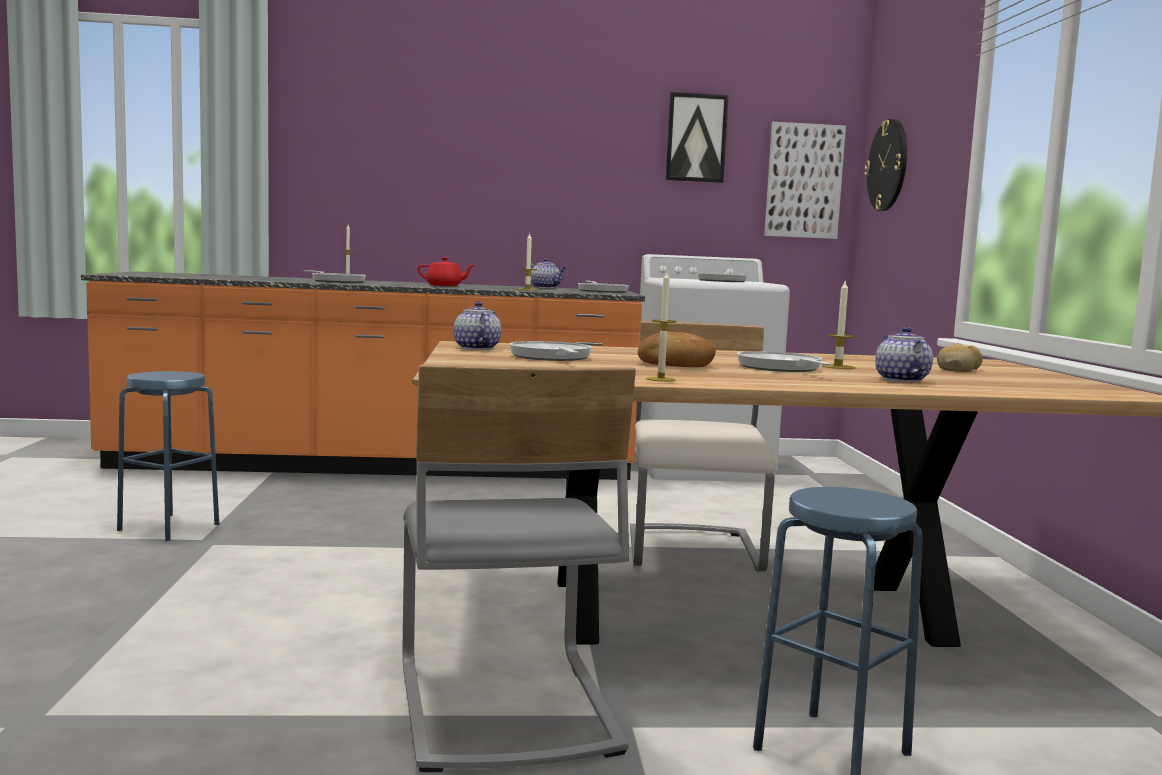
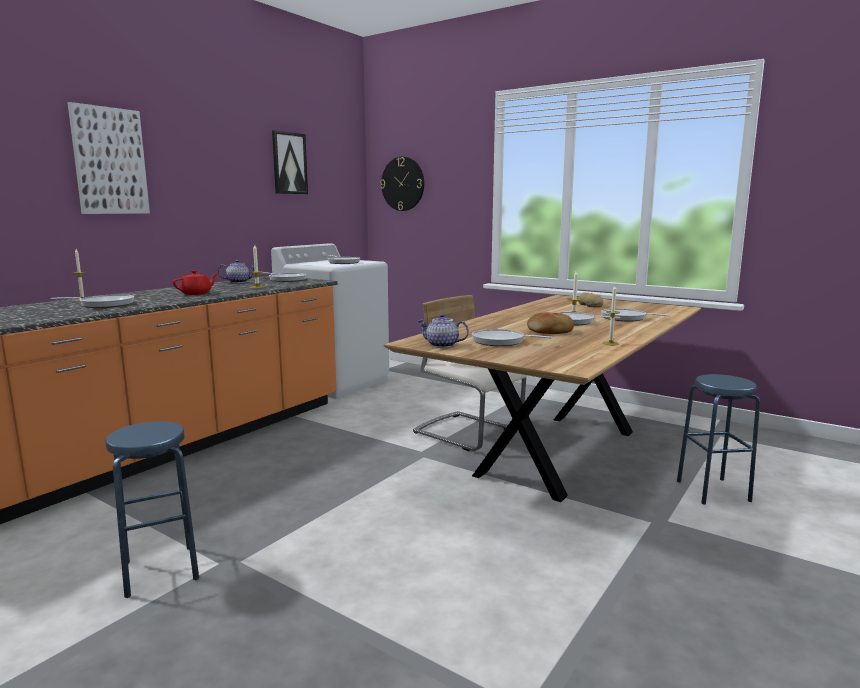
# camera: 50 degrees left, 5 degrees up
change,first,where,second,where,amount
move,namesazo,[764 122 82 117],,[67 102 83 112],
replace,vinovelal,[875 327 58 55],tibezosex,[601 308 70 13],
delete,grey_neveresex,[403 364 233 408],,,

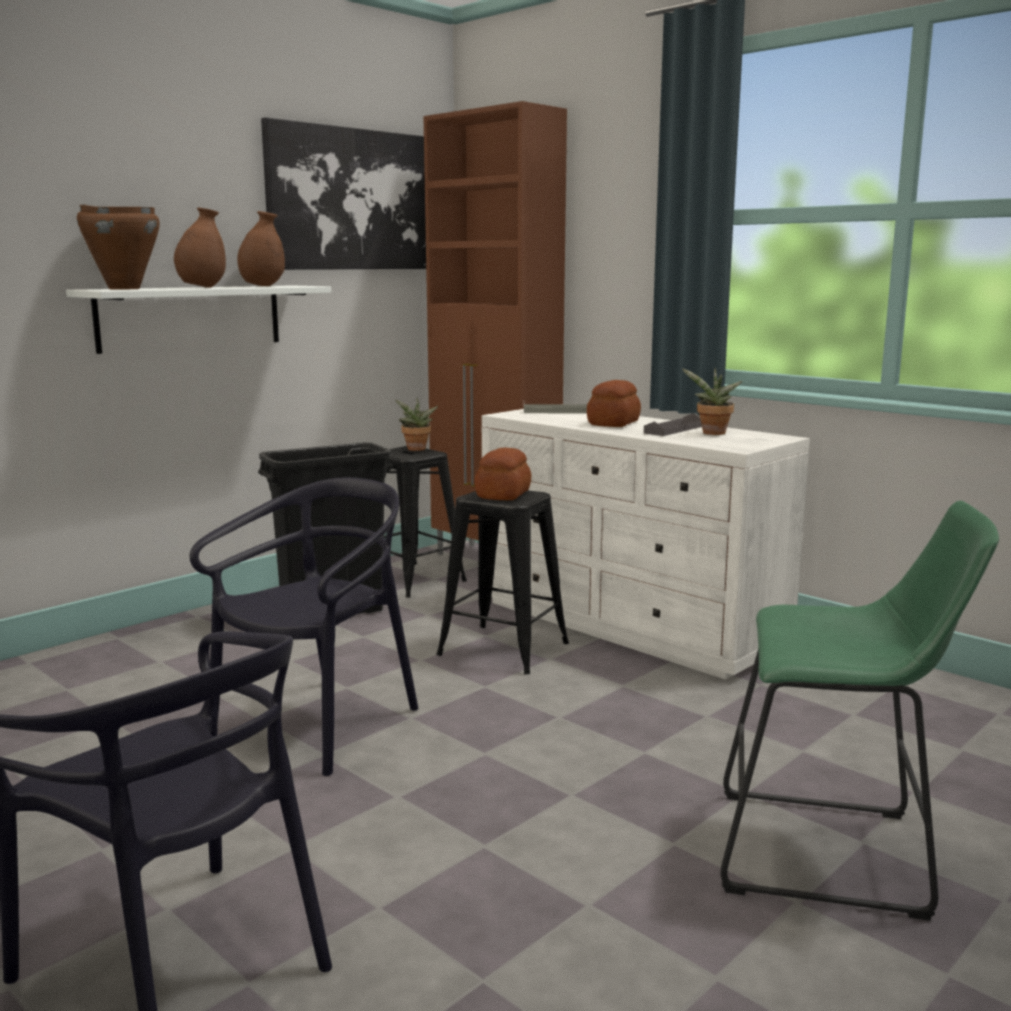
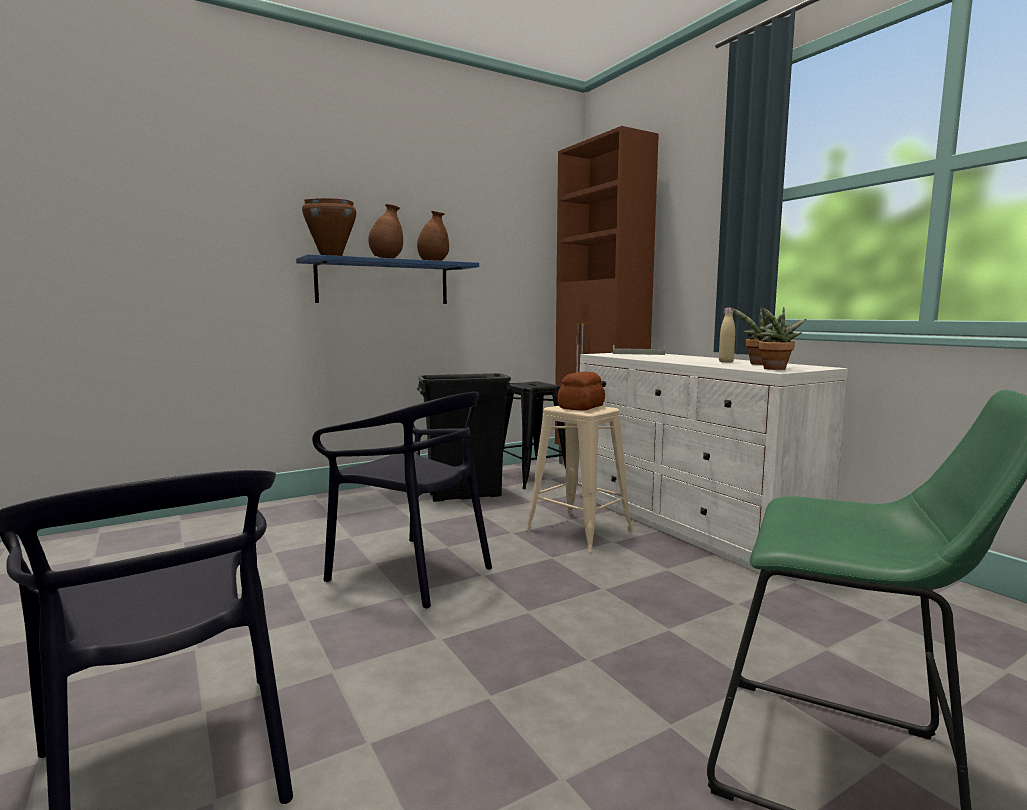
# camera: 15 degrees right, 5 degrees down
change,first,where,second,where,amount
recolor,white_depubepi,[66 285 265 69],blue_depubepi,[296 254 183 50],
rotate,black_neveresex,[190 477 228 299],,[312 392 180 217],75 degrees clockwise
recolor,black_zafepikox,[436 490 133 184],beige_zafepikox,[526 406 107 146],
replace,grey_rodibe,[644 413 58 23],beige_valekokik,[719 308 16 55],
move,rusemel,[395 398 43 53],,[755 307 51 63],
delete,namesazo,[261 117 165 153],,,
delete,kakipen,[587 380 54 47],,,

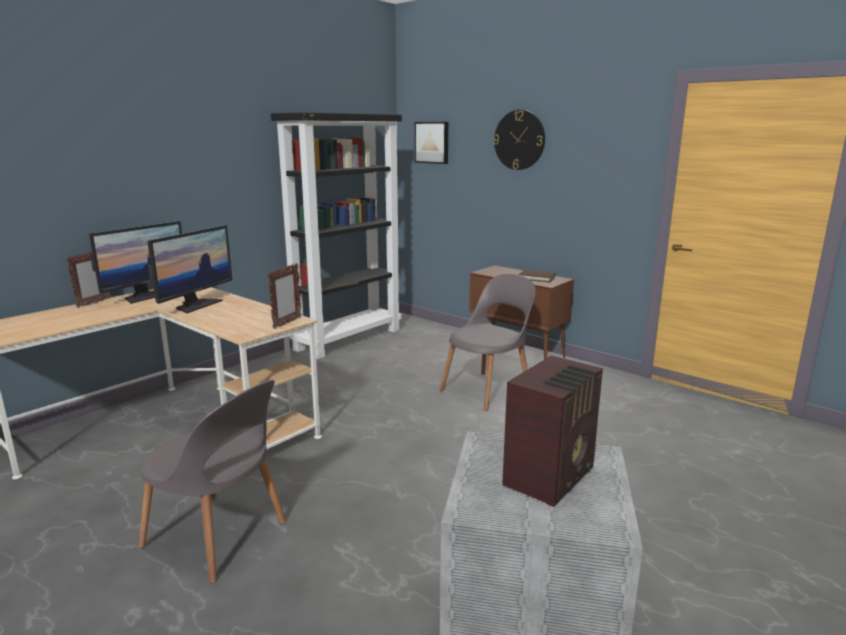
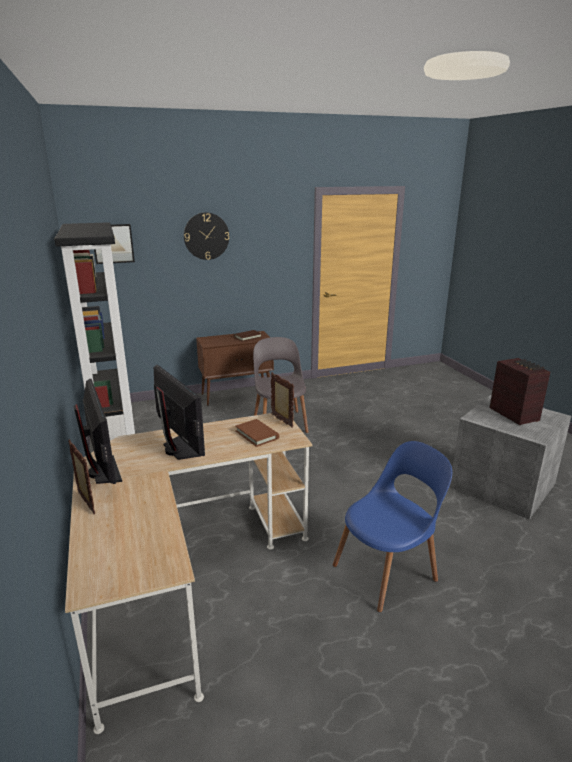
# camera: 60 degrees left, 5 degrees up
change,first,where,second,where,amount
insert,,,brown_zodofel,[235 419 44 28],
recolor,grey_neveresex,[138 380 148 203],blue_neveresex,[332 441 120 171],

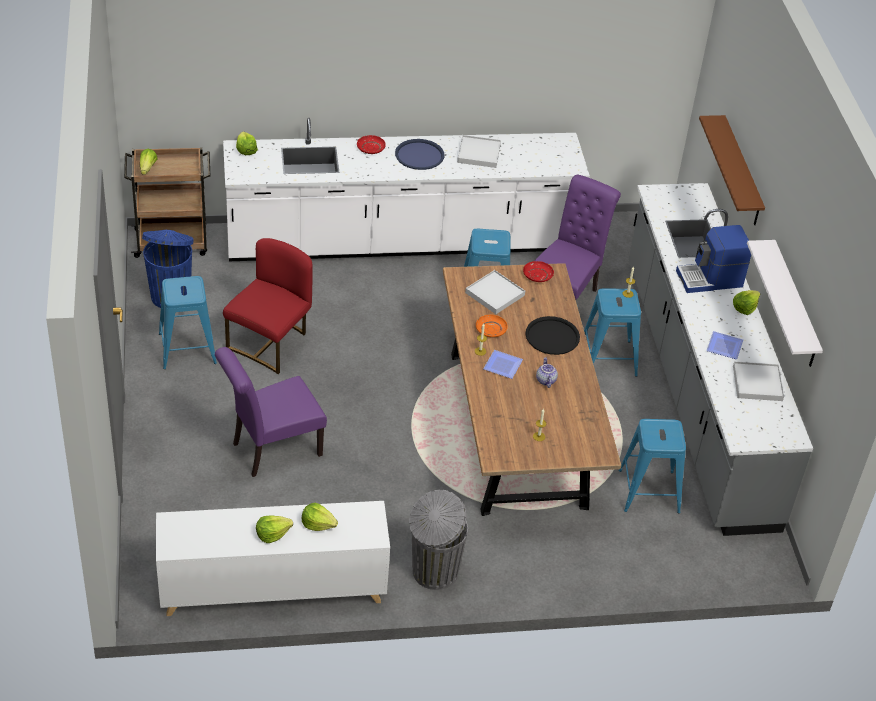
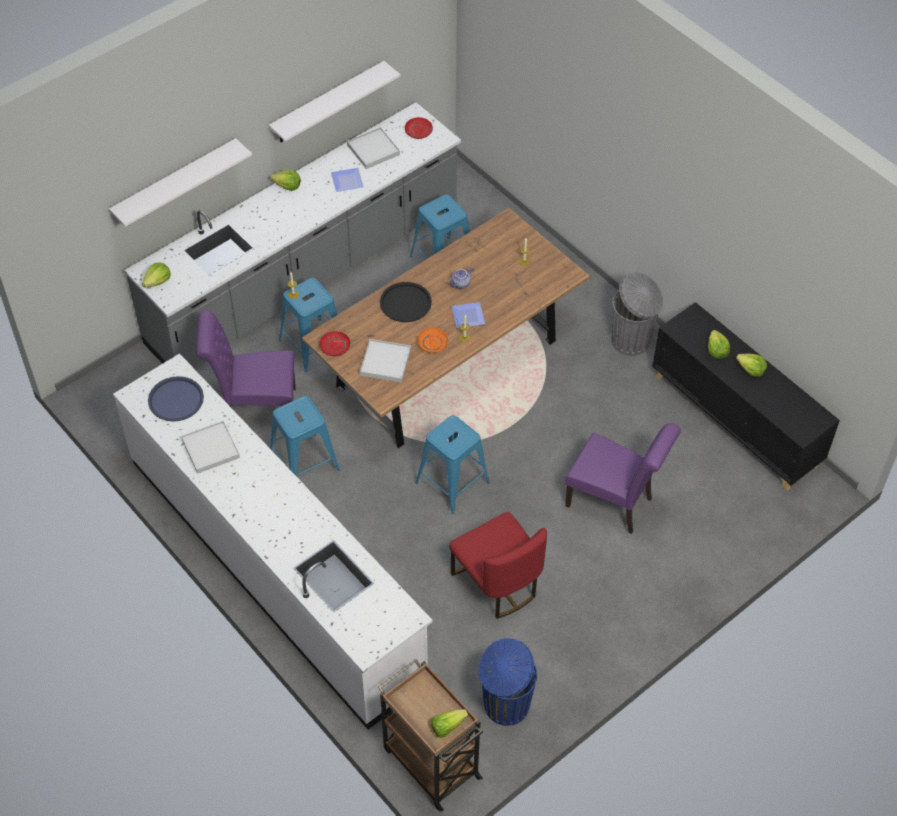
# camera: 120 degrees left, 10 degrees up
change,first,where,second,where,amount
recolor,brown_depubepi,[699 115 66 110],white_depubepi,[109 138 143 89],
move,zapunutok,[236 132 22 23],,[142 263 29 24],
move,blue_rodibe,[395 139 49 31],,[148 376 56 46],
move,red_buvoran,[357 135 29 19],,[405 117 28 22],
move,blue_zafepikox,[159 276 58 93],,[415 415 75 99],
rotate,red_neveresex,[223 238 90 136],,[449 512 98 107],120 degrees counterclockwise
recolor,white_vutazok,[156 501 234 115],black_vutazok,[652 302 188 189],
delete,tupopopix,[676 225 75 68],,,

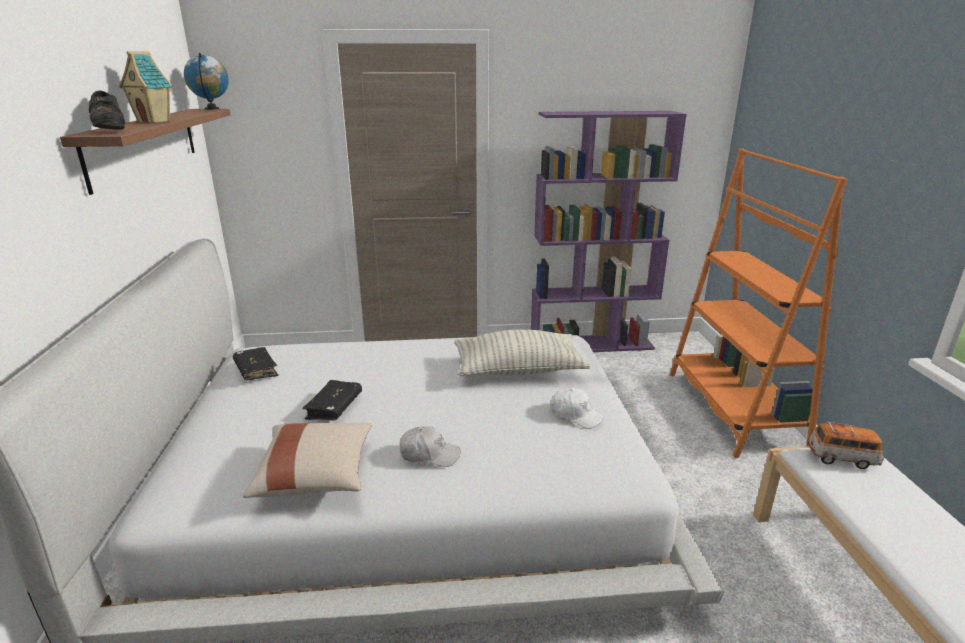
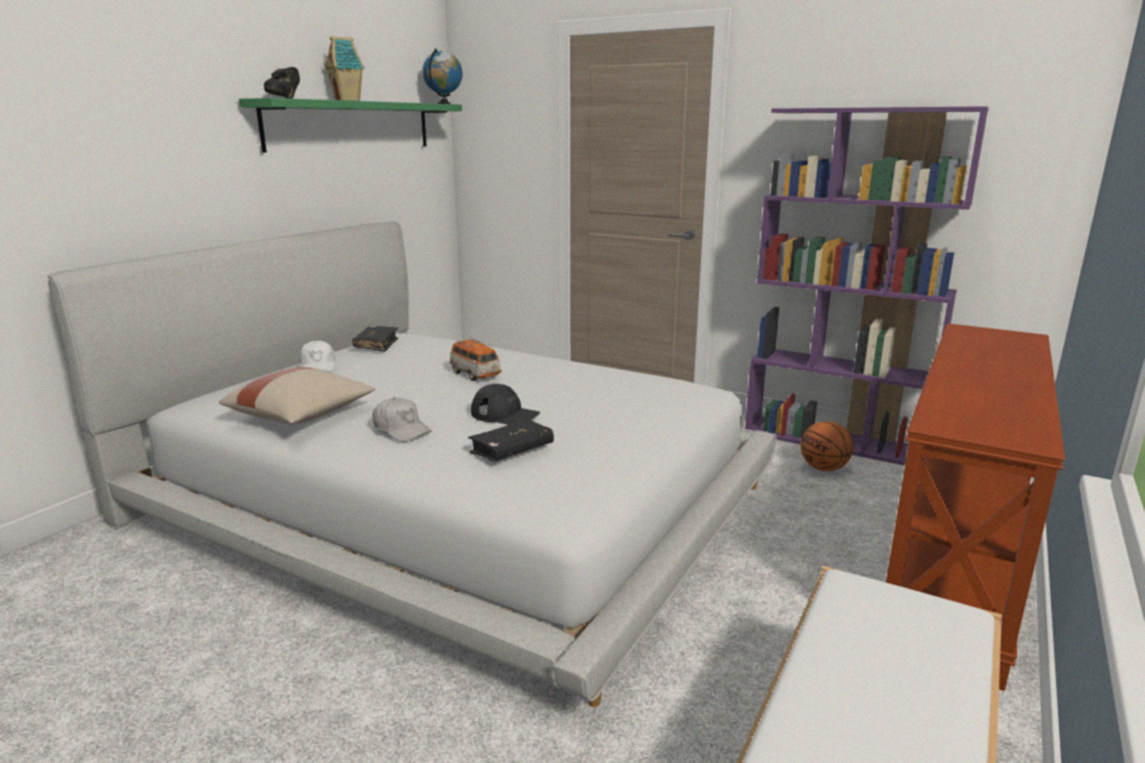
# camera: 35 degrees right, 5 degrees down
change,first,where,second,where,amount
recolor,brown_depubepi,[60 109 170 86],green_depubepi,[239 98 223 55],
move,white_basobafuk,[551 388 53 41],,[299 340 37 31],
move,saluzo,[807 422 77 47],,[450 338 52 43],
move,black_zodofel,[302 380 60 40],,[468 418 86 43],
insert,,,black_basobafuk,[471 384 69 41],
insert,,,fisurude,[801 421 52 50],
replace,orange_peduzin,[670 148 178 310],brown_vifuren,[886 323 179 368],
delete,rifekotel,[455 330 135 46],,,

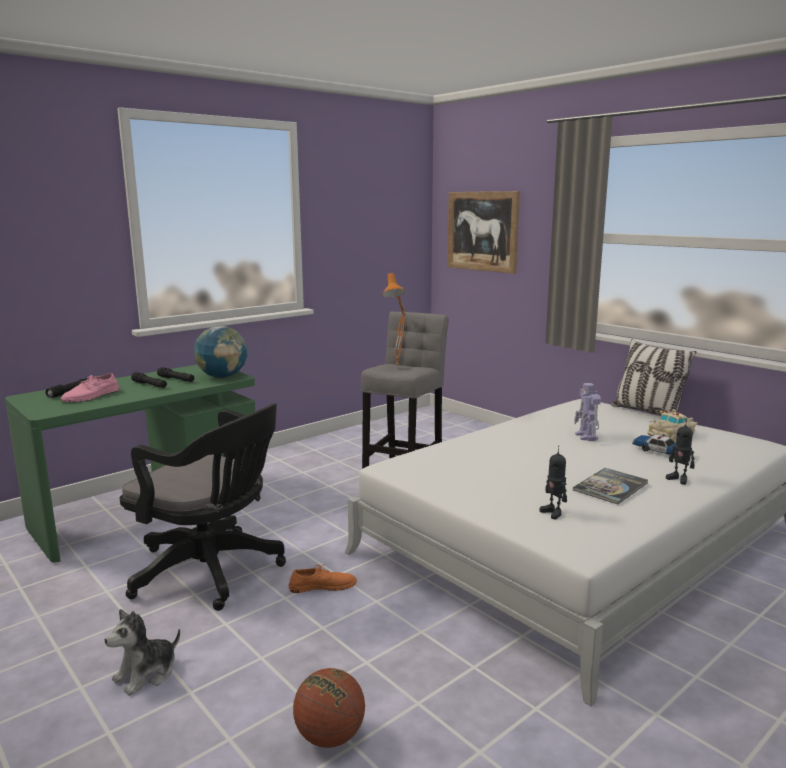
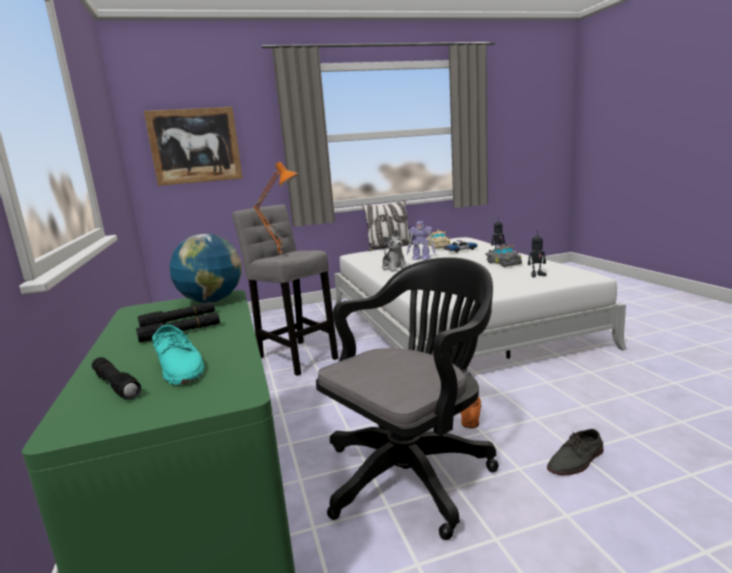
# camera: 65 degrees left, 0 degrees up
change,first,where,second,where,amount
recolor,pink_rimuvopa,[60 373 60 29],turquoise_rimuvopa,[152 325 52 60],
move,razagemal,[104 609 76 87],,[382 230 25 42],
replace,zodofel,[573 468 75 36],grey_saluzo,[485 243 37 24],
insert,,,grey_rimuvopa,[547 429 57 46],
delete,fisurude,[293 668 72 80],,,

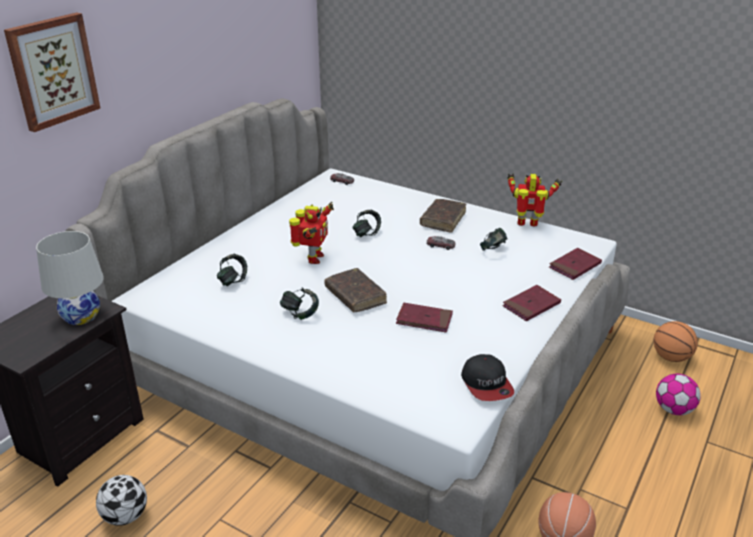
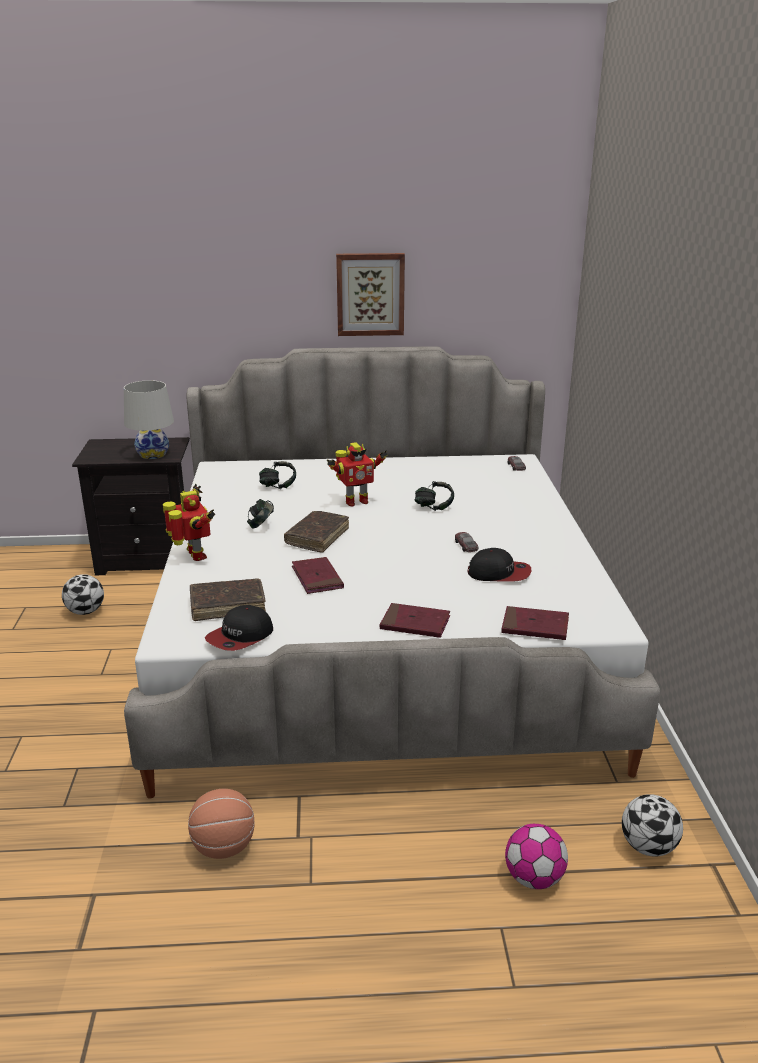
# camera: 55 degrees right, 5 degrees down
change,first,where,second,where,amount
move,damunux,[507 173 55 54],,[163 484 52 77],
move,brown_zodofel,[420 199 46 33],,[190 578 76 43],
move,namesazo,[4 13 96 119],,[336 253 69 83],
replace,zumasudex,[480 228 27 23],basobafuk,[468 548 63 34],
replace,fisurude,[654 321 44 41],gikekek,[622 794 61 63],

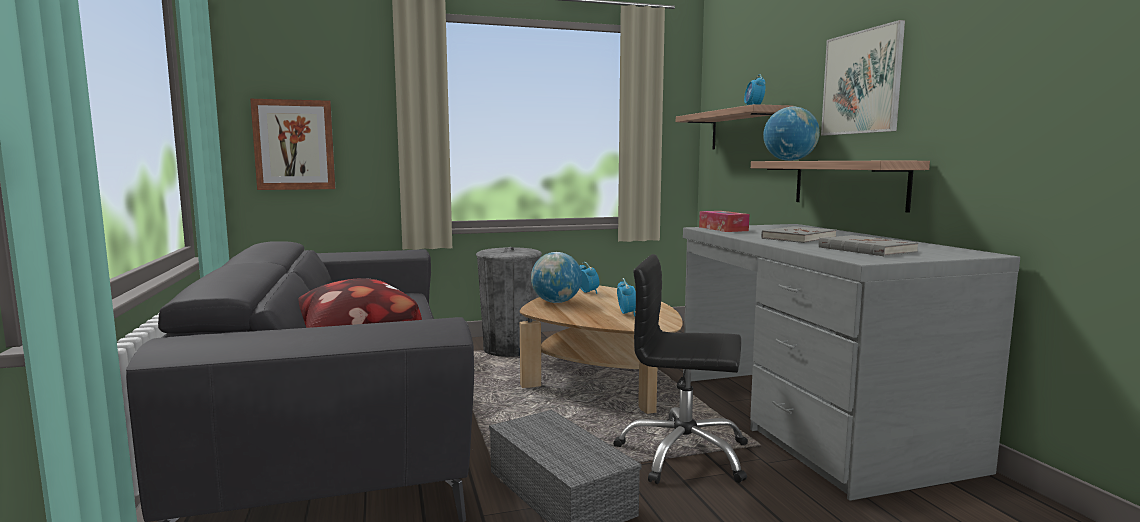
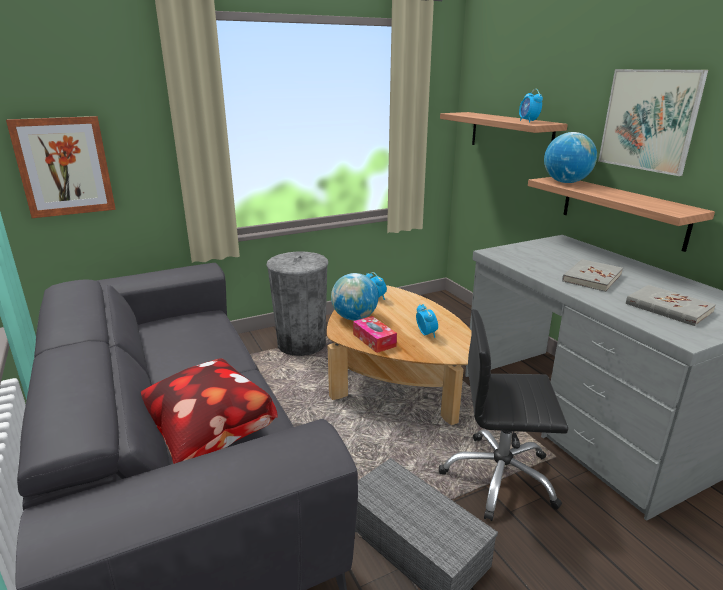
# camera: 10 degrees left, 15 degrees up
change,first,where,second,where,amount
move,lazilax,[699 211 50 21],,[353 316 44 37],

